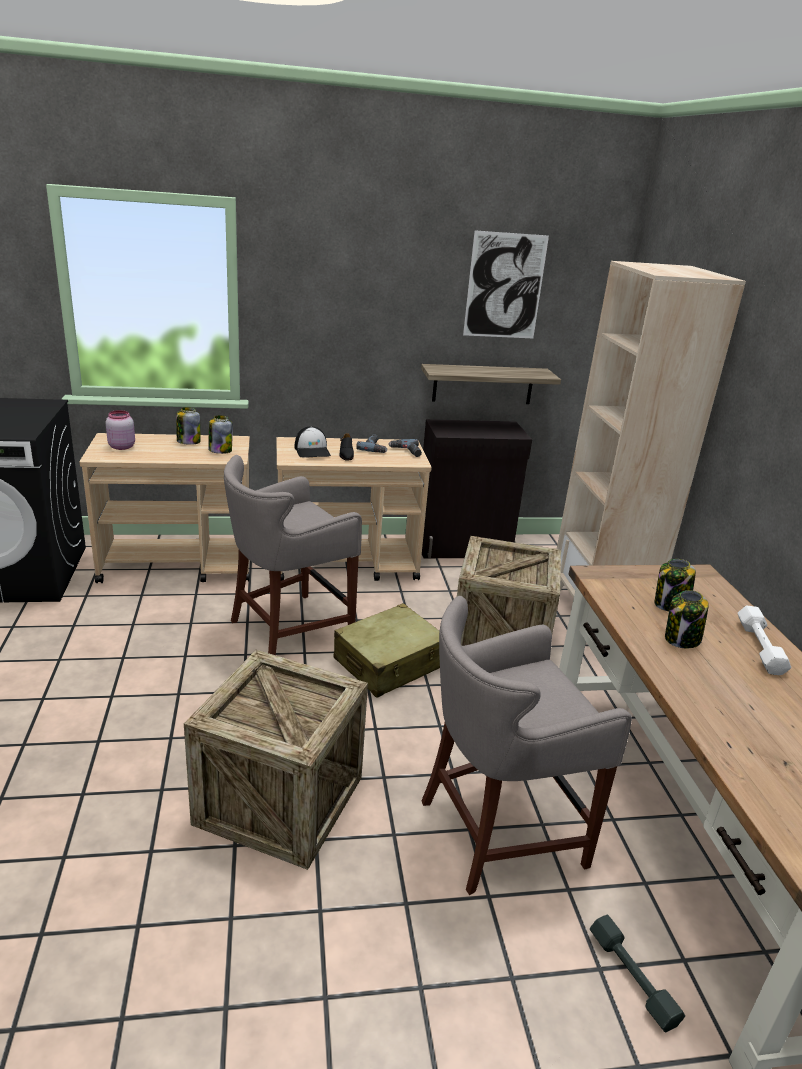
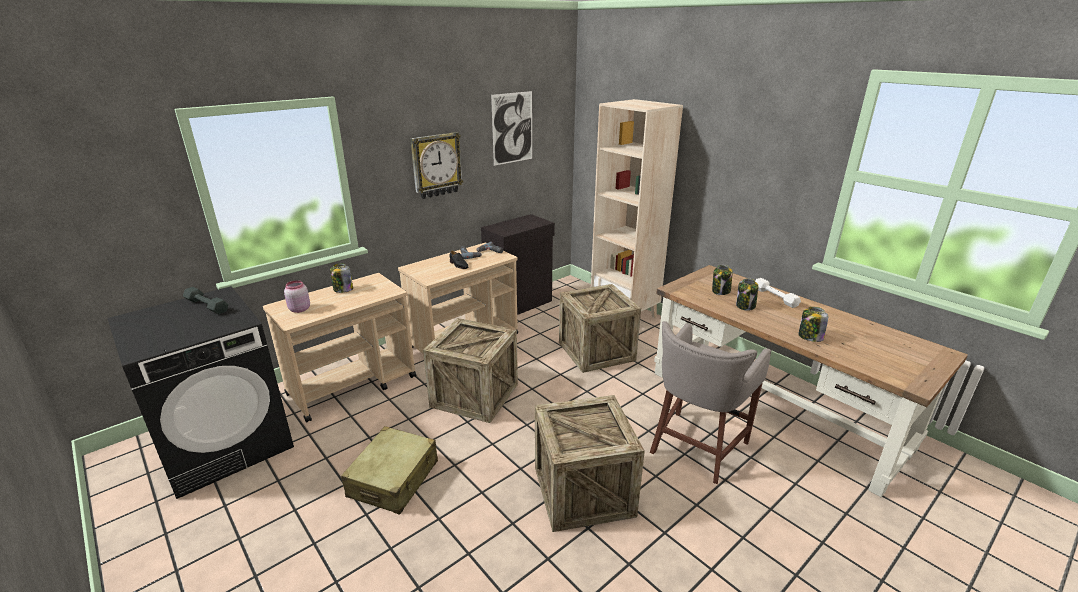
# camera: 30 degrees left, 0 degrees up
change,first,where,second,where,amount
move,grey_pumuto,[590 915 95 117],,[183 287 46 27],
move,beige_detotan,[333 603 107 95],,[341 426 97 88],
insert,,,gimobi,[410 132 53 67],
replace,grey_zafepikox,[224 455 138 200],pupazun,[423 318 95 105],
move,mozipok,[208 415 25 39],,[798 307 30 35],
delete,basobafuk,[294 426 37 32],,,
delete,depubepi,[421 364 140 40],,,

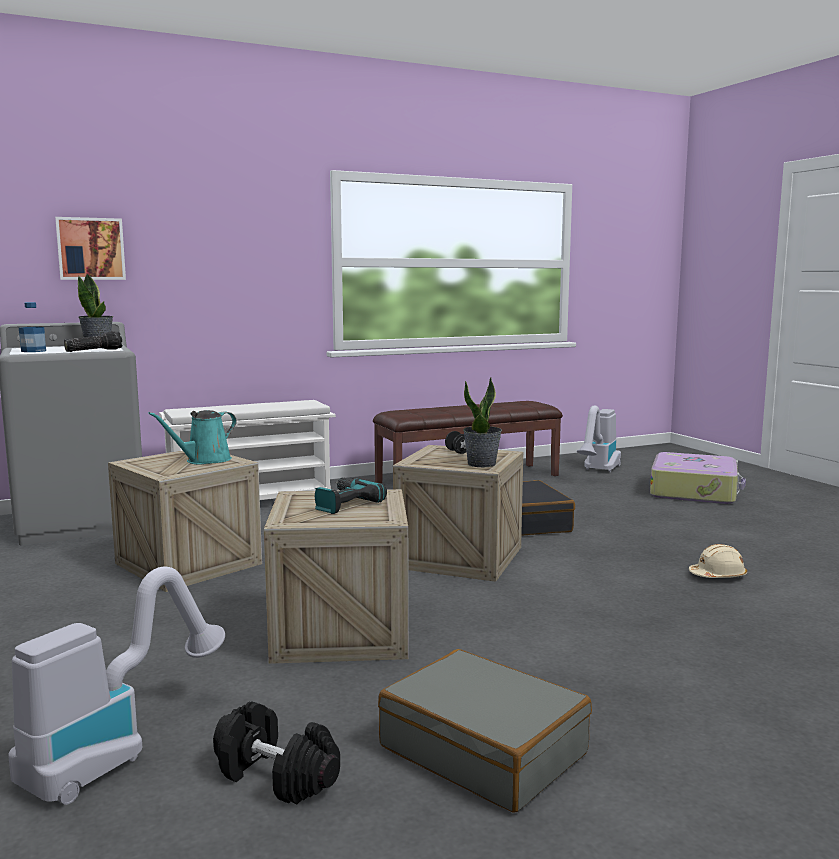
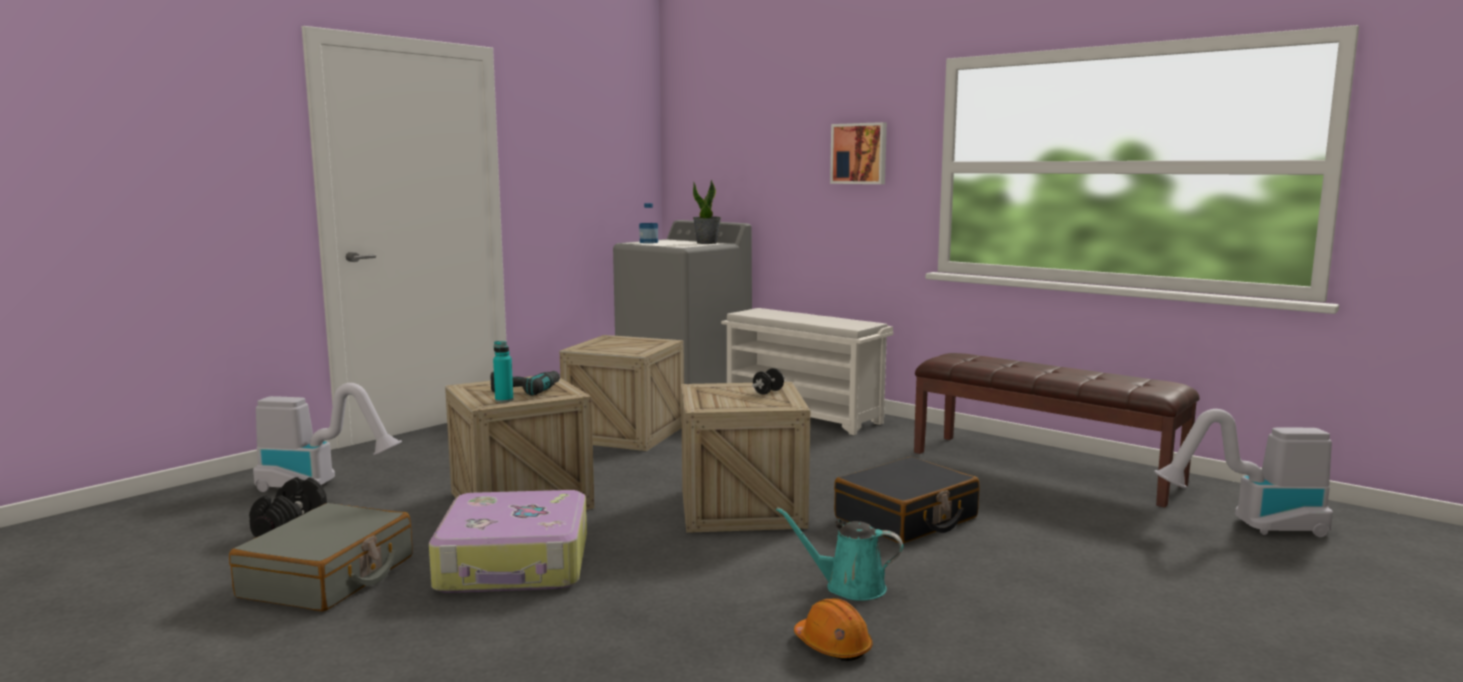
# camera: 65 degrees right, 0 degrees up
change,first,where,second,where,amount
move,detotan,[650 452 96 52],,[429 490 158 103],
insert,,,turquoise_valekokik,[493 341 20 61],
move,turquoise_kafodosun,[148 410 89 55],,[776 507 127 94],
recolor,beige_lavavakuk,[689 544 58 34],orange_lavavakuk,[794 598 79 63],
move,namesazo,[55 217 71 63],,[830 122 57 62],
delete,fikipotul,[64 331 58 21],,,
delete,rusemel,[463 378 39 89],,,

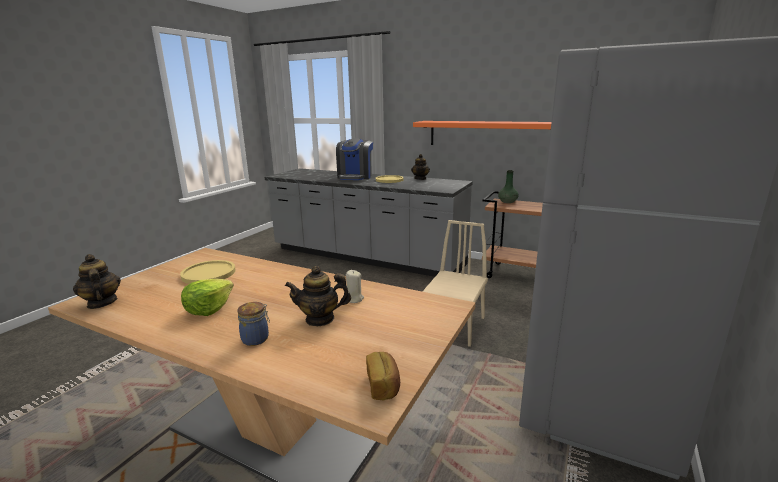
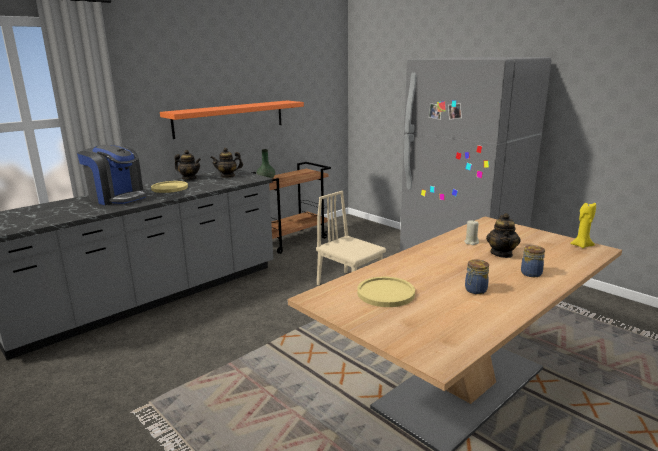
# camera: 70 degrees left, 0 degrees up
change,first,where,second,where,amount
move,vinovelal,[73 254 48 55],,[210 148 33 30],
replace,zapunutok,[181 279 53 37],mozipok,[465 260 24 34],
replace,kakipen,[366 352 34 48],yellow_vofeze,[570 203 26 45],

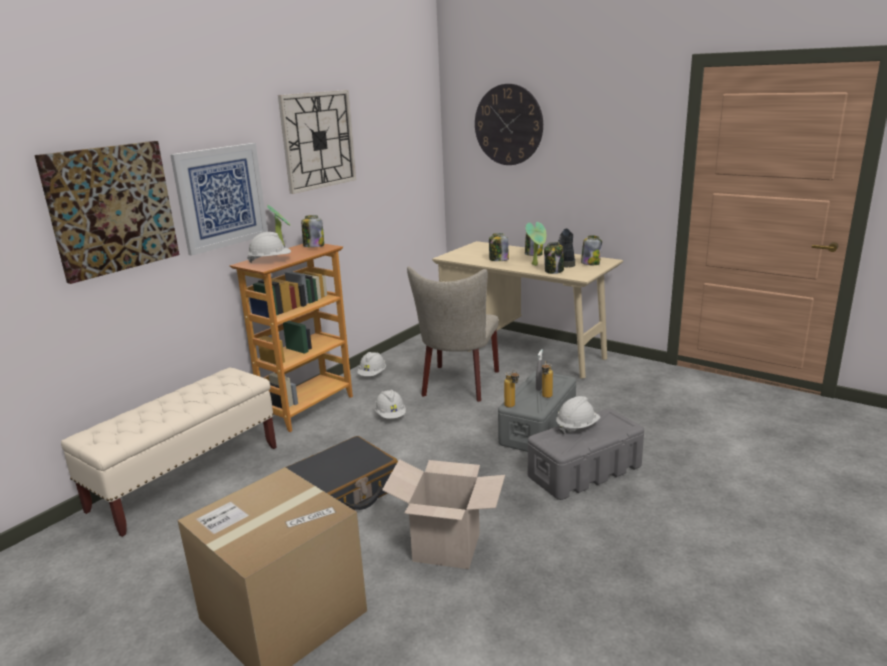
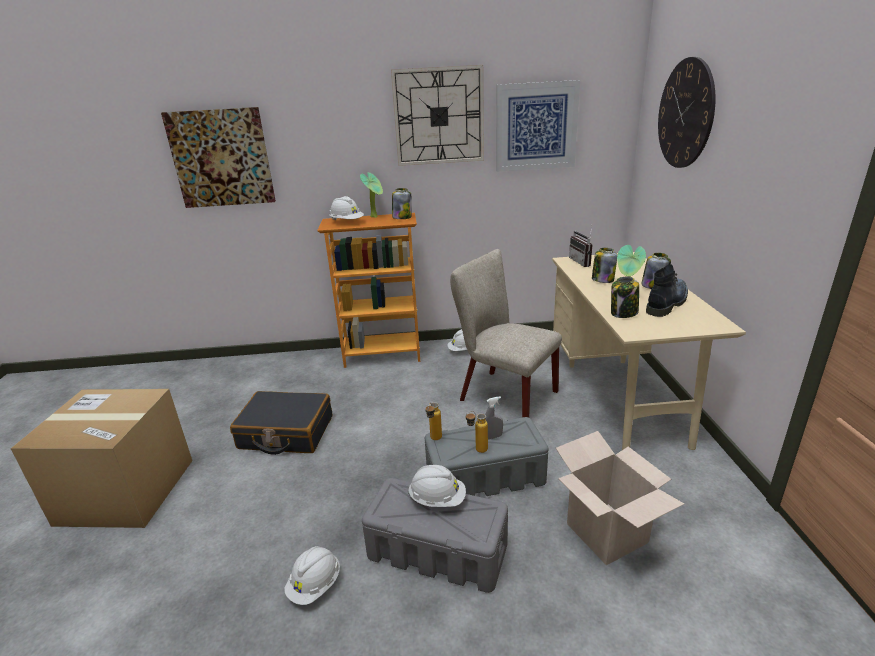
# camera: 50 degrees right, 5 degrees up
change,first,where,second,where,amount
move,white_lavavakuk,[374 390 32 29],,[284 546 56 59],
rotate,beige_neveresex,[407 266 92 136],,[450 249 112 168],60 degrees clockwise
move,namesazo,[170 143 98 113],,[496 80 84 92],
move,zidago,[382 459 123 110],,[556 431 128 134],
insert,,,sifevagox,[569 226 24 41],
delete,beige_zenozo,[61 368 216 169],,,
delete,mozipok,[581 235 21 30],,,

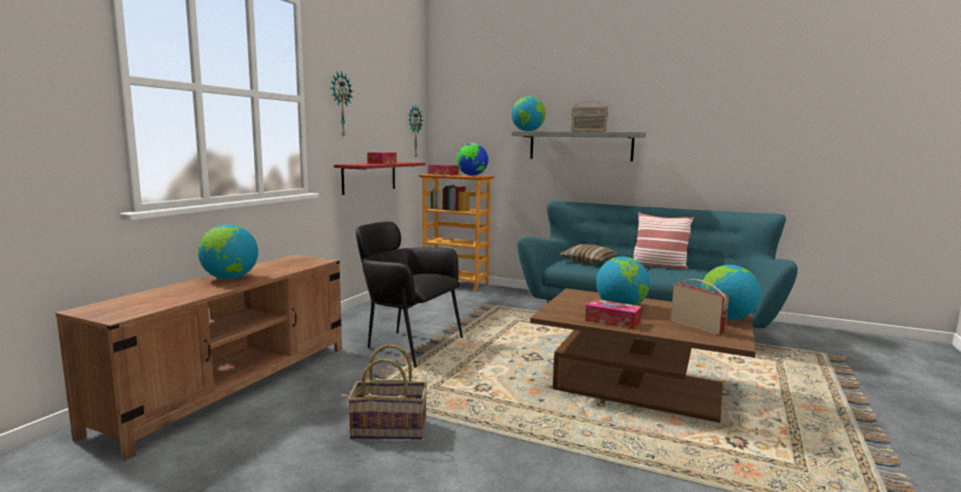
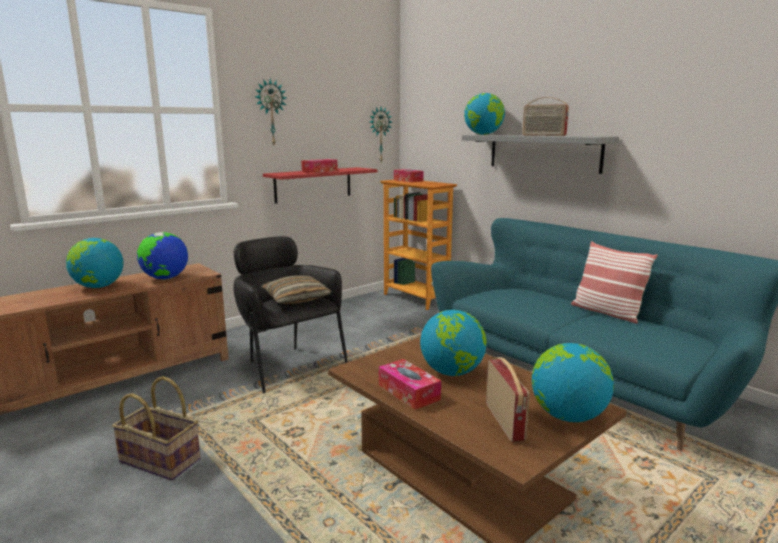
# camera: 25 degrees right, 5 degrees up
change,first,where,second,where,amount
move,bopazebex,[456 143 32 33],,[137 232 51 48],
move,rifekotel,[560 244 58 19],,[261 275 71 29],

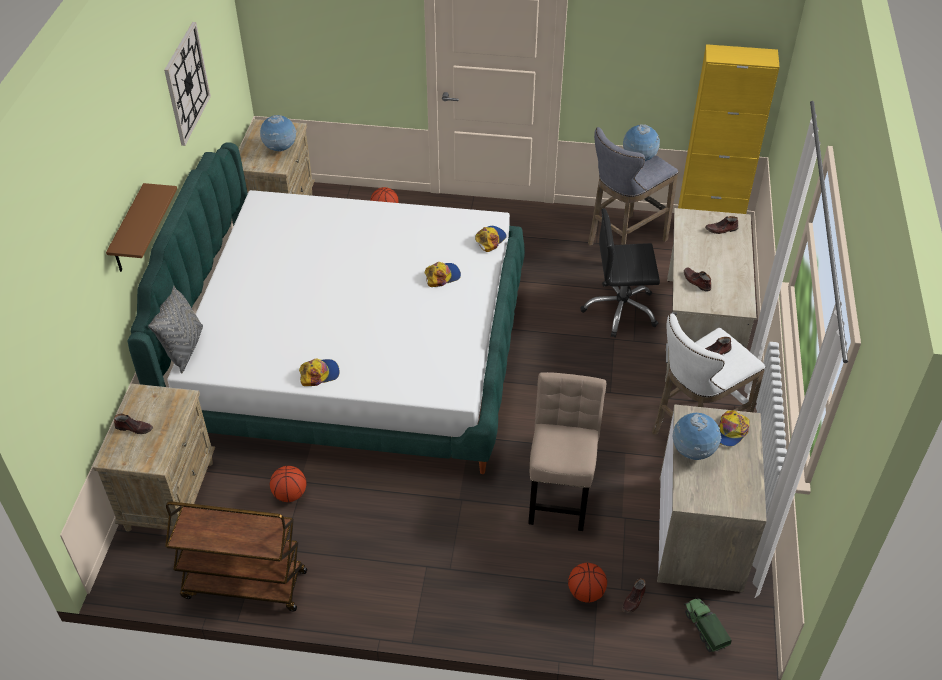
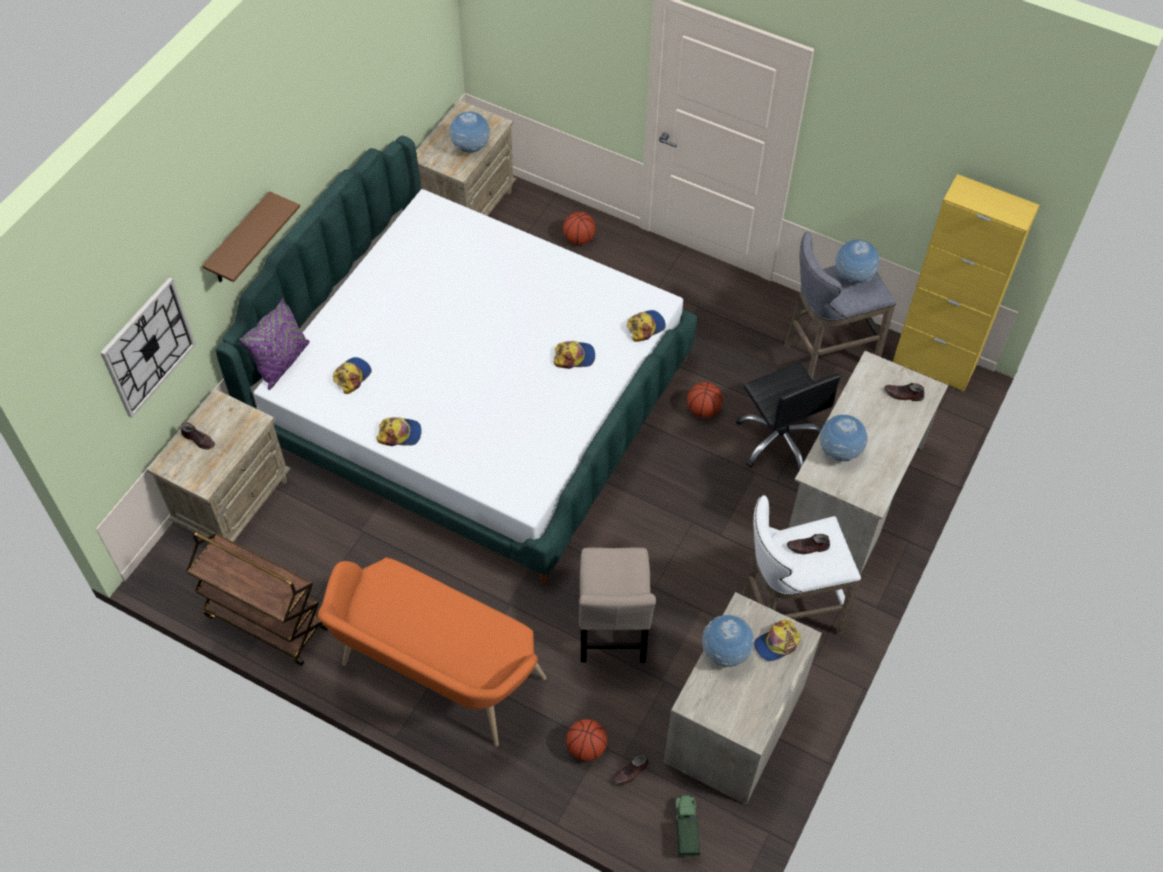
# camera: 20 degrees right, 10 degrees up
change,first,where,second,where,amount
move,gimobi,[164 22 47 124],,[100 277 96 141],
recolor,grey_rifekotel,[148 286 55 88],purple_rifekotel,[239 298 71 92],
insert,,,orange_zenozo,[318 557 229 189],
insert,,,basobafuk,[333 357 39 37],
rotate,beige_neveresex,[528 372 78 159],,[579 547 77 116],150 degrees clockwise
move,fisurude,[270 466 37 36],,[687 382 36 36],
rotate,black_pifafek,[580 208 80 130],,[736 362 105 110],135 degrees counterclockwise
replace,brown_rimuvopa,[684 268 27 23],bopazebex,[820 415 48 46],

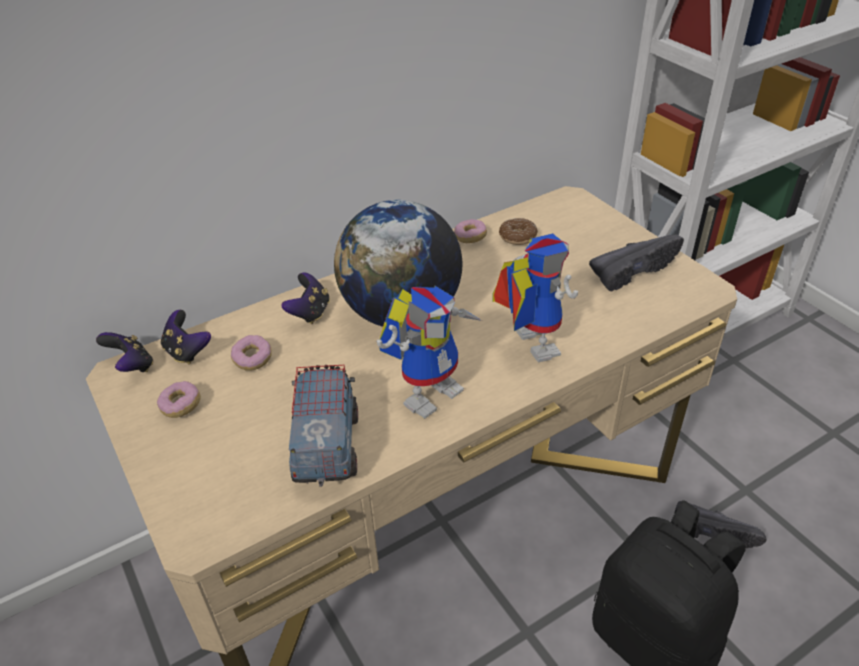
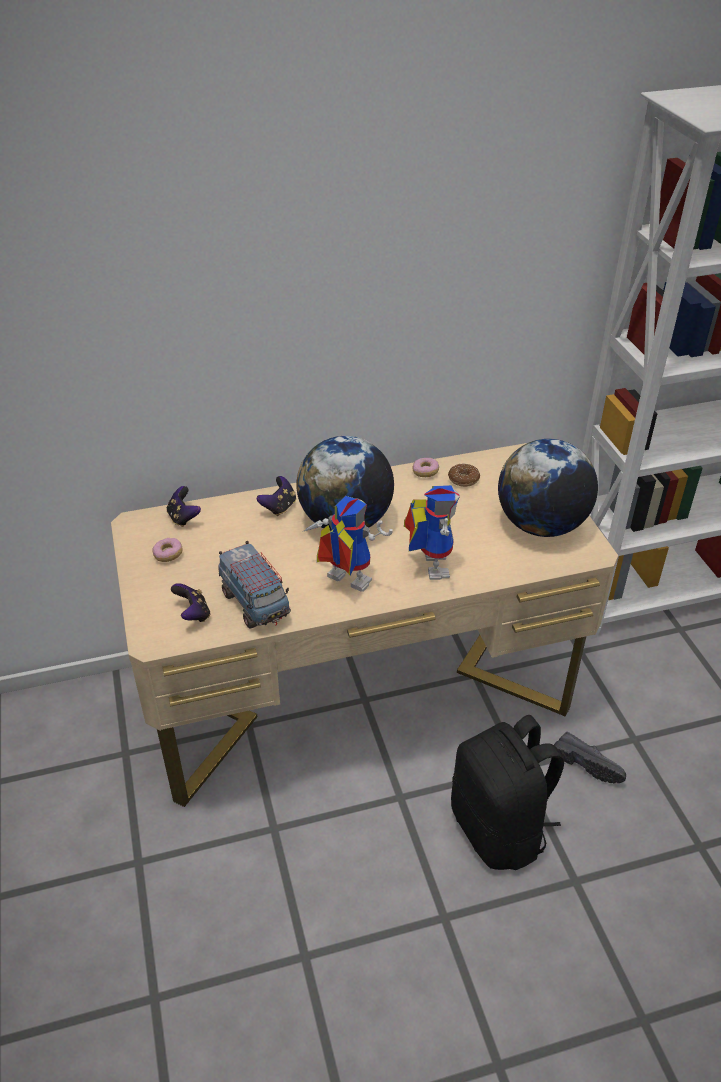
# camera: 15 degrees right, 0 degrees up
change,first,where,second,where,amount
move,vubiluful,[96 332 57 40],,[171 583 39 39],
rotate,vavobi,[289 365 69 122],,[218 541 73 87],135 degrees clockwise
rotate,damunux,[377 285 105 134],,[302 496 91 96],120 degrees counterclockwise
replace,black_rimuvopa,[589 234 95 57],bopazebex,[498 439 100 98],
delete,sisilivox,[231 335 41 36],,,

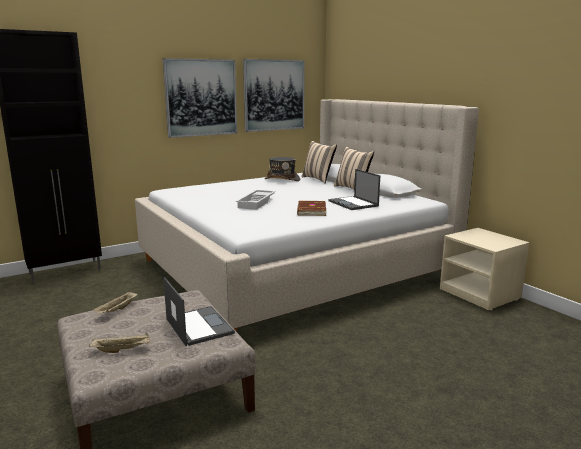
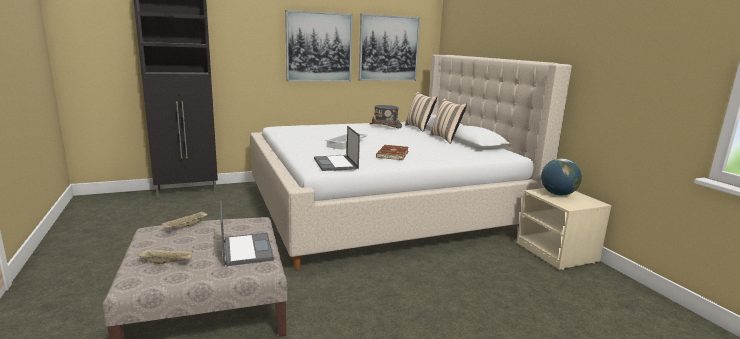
# camera: 10 degrees right, 0 degrees up
change,first,where,second,where,amount
move,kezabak,[329 169 51 41],,[314 126 46 45],
insert,,,bopazebex,[541 158 41 38],

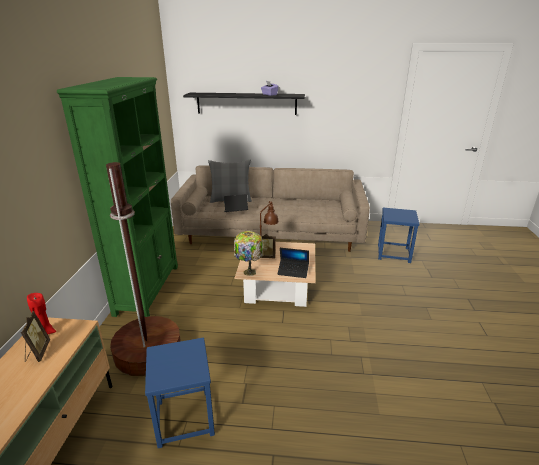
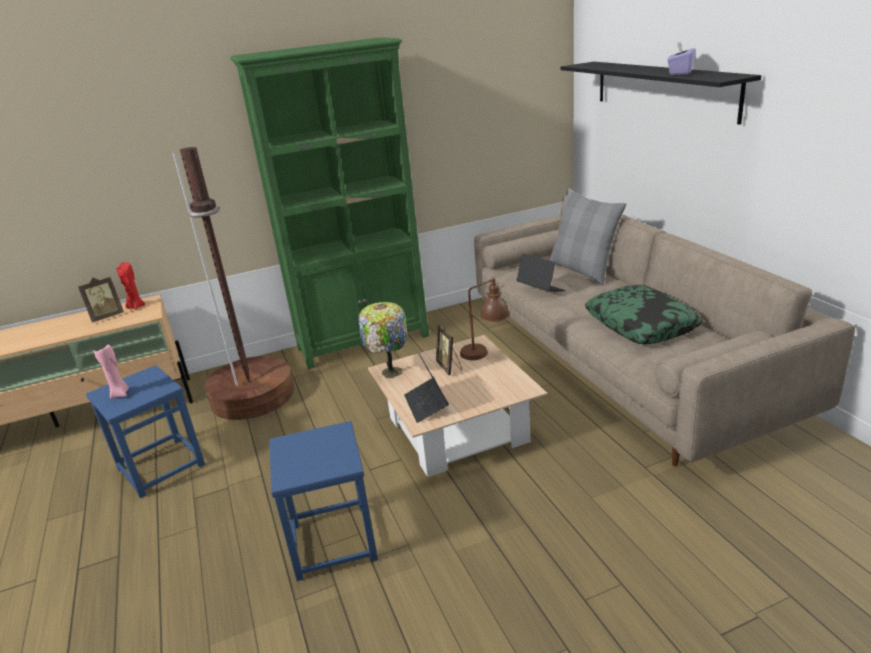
# camera: 65 degrees right, 0 degrees up
change,first,where,second,where,amount
insert,,,pink_vofeze,[94 345 35 54],
move,blue_zafepikox,[378 208 41 55],,[269 421 109 160],
insert,,,rifekotel,[585 285 117 59],

